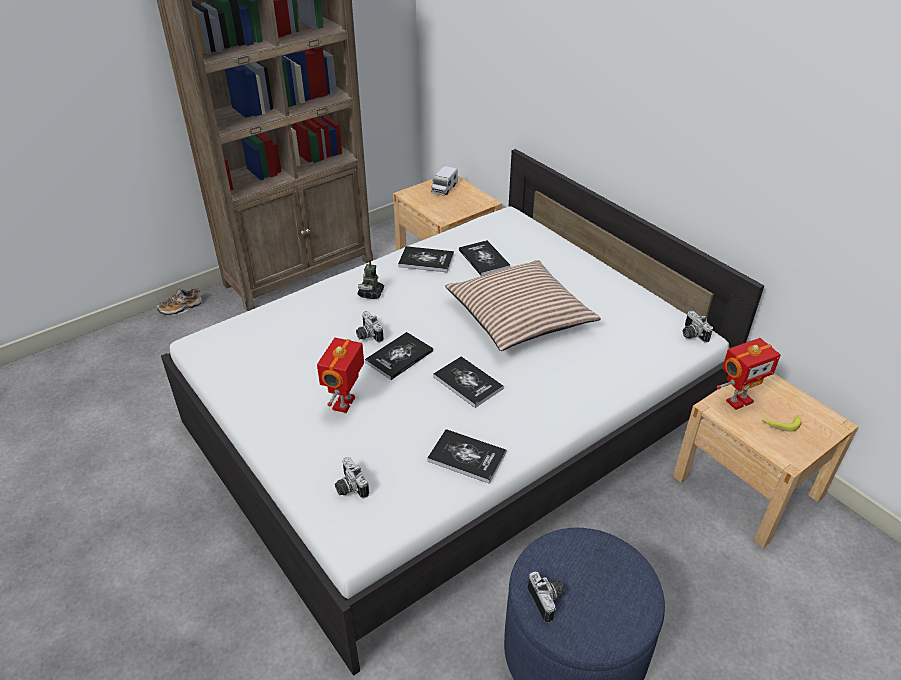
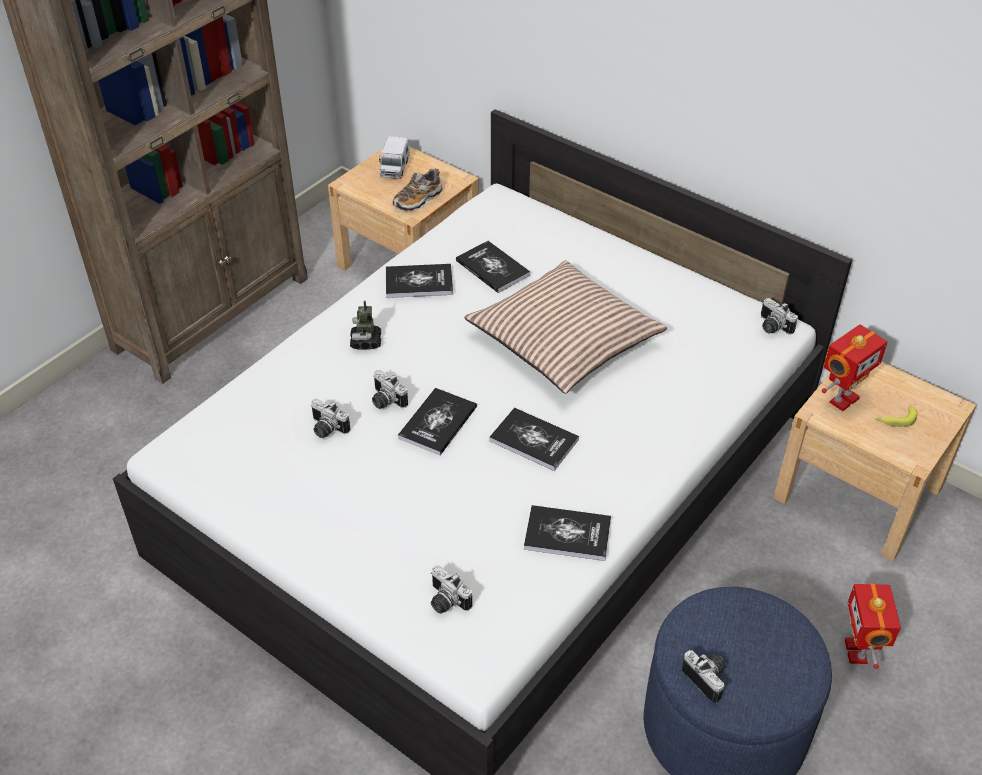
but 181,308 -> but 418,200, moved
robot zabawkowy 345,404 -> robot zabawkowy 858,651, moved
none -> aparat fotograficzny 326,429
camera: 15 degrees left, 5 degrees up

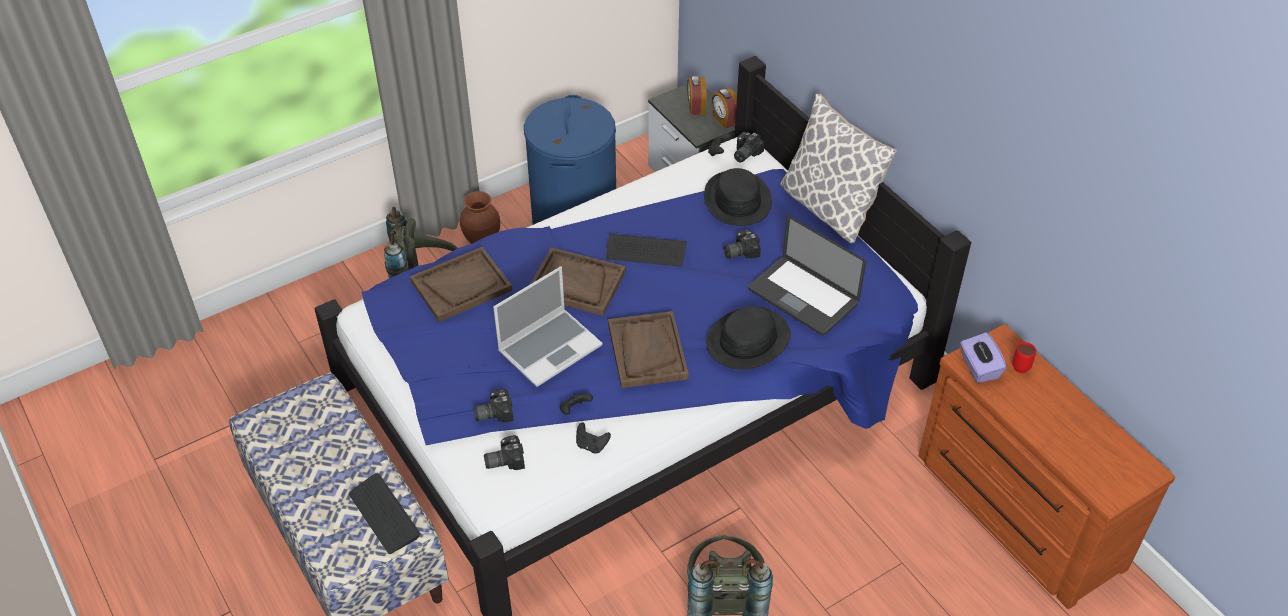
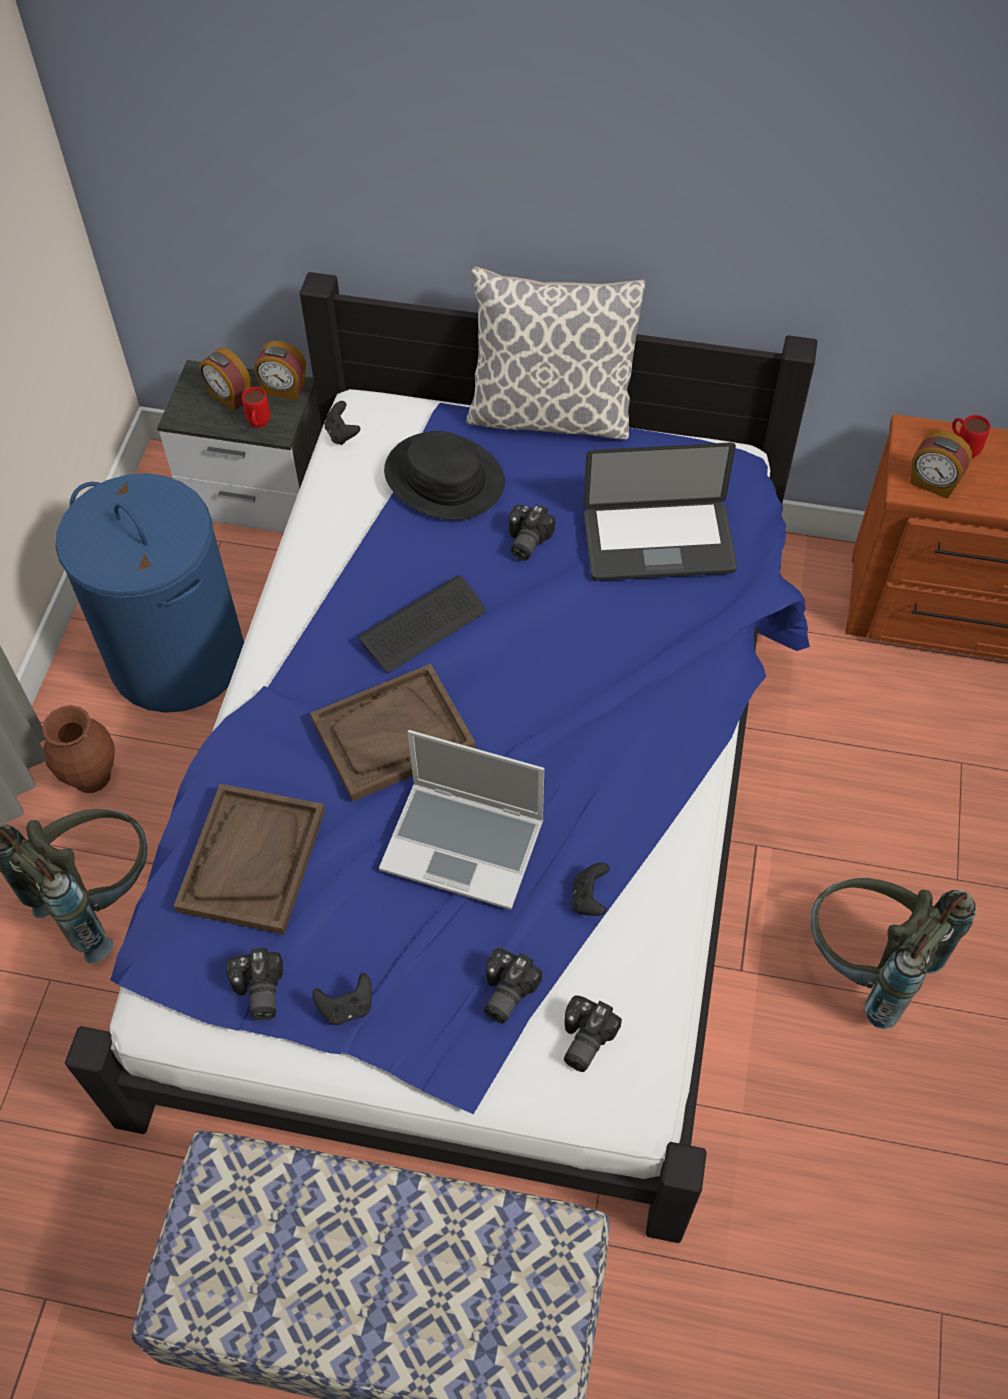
klawiatura 384,515 -> none
laptop 550,347 -> laptop 465,845, 105 degrees clockwise
pad do gier/czarny 591,445 -> pad do gier/czarny 347,1007, moved
taca/brązowy 647,351 -> none
kapelusz/czarny 748,340 -> none
aparat fotograficzny 744,154 -> aparat fotograficzny 257,992, moved
pudełko chusteczek/fioletowy 979,368 -> budzik 933,483
none -> kubek/czerwony 258,425
camera: 45 degrees left, 10 degrees up

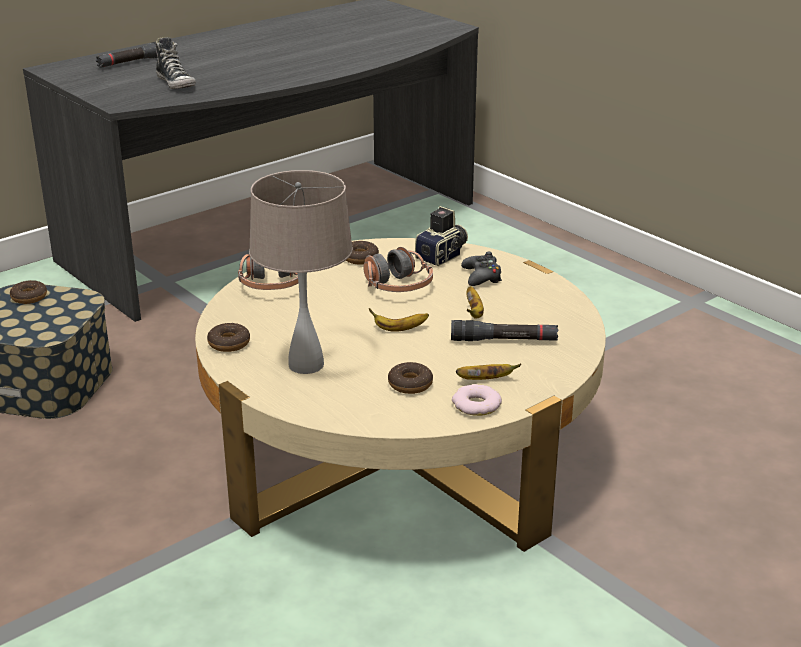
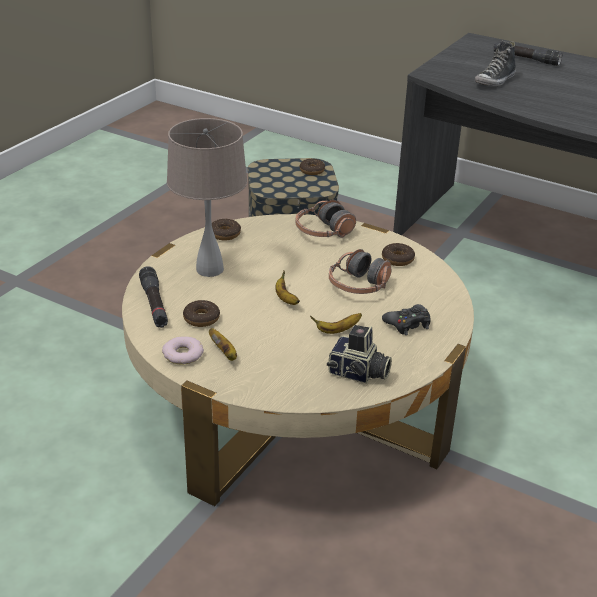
aparat fotograficzny 443,256 -> aparat fotograficzny 358,373, moved
latarka/czarny 503,340 -> latarka/czarny 154,304, moved
camera: 70 degrees right, 5 degrees up

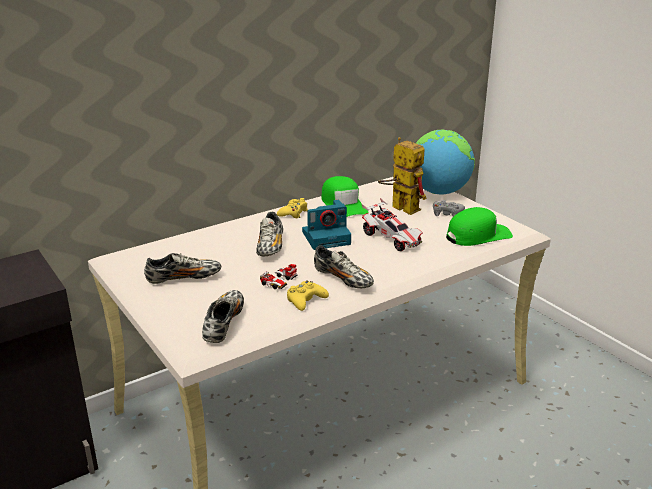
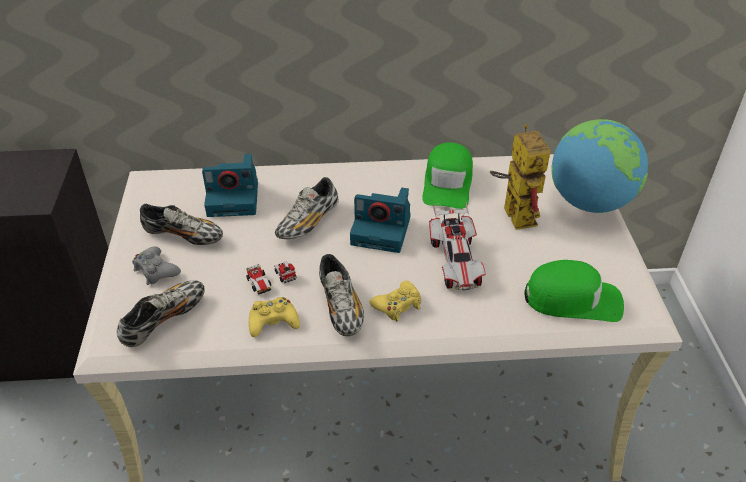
pad do gier/żółty 293,213 -> pad do gier/żółty 397,305, moved
pad do gier/szary 447,213 -> pad do gier/szary 156,270, moved
none -> aparat fotograficzny 234,198
camera: 30 degrees right, 15 degrees up

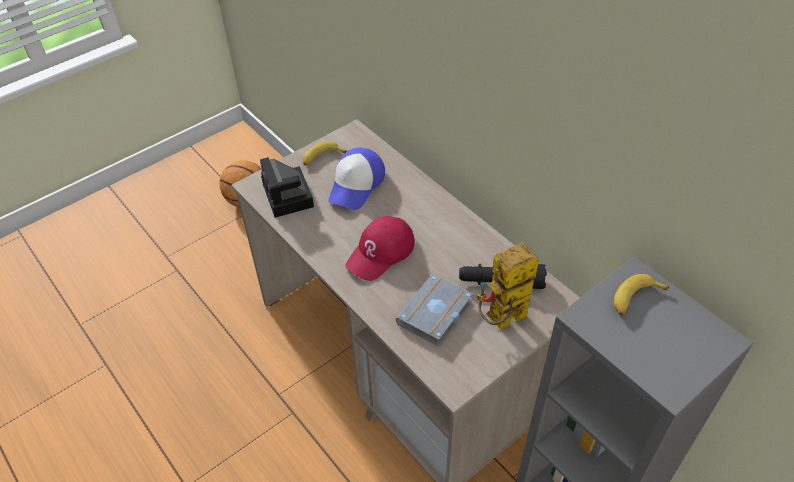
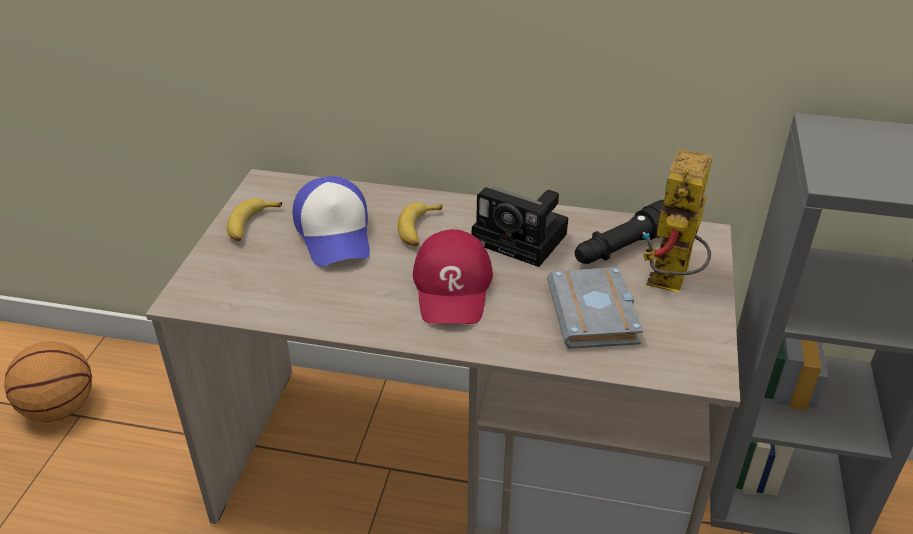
aparat fotograficzny 289,197 -> aparat fotograficzny 523,239, moved
banan 635,299 -> banan 419,230, moved
camera: 40 degrees left, 10 degrees down

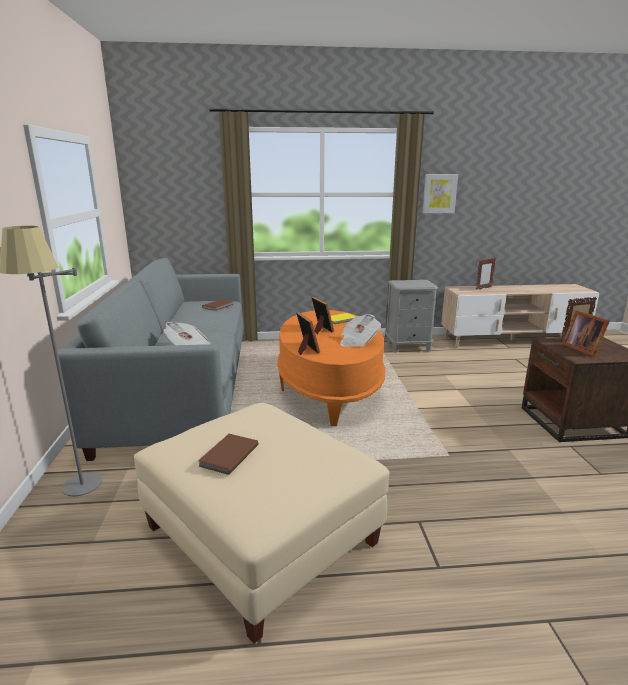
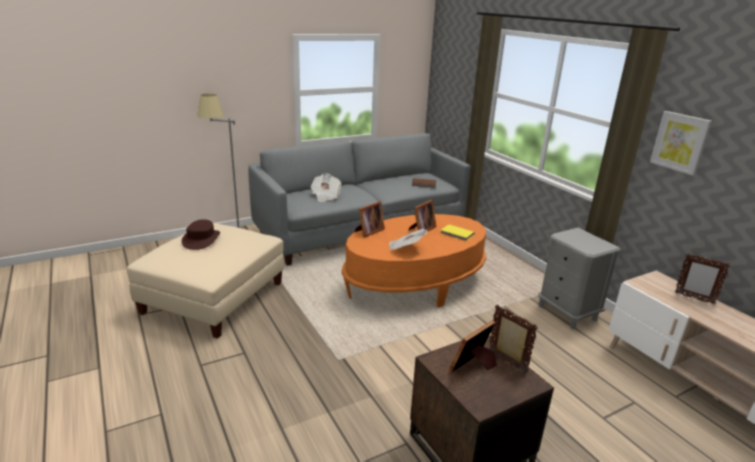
książka/brązowy 227,455 -> kapelusz/brązowy 201,239
camera: 65 degrees right, 5 degrees up

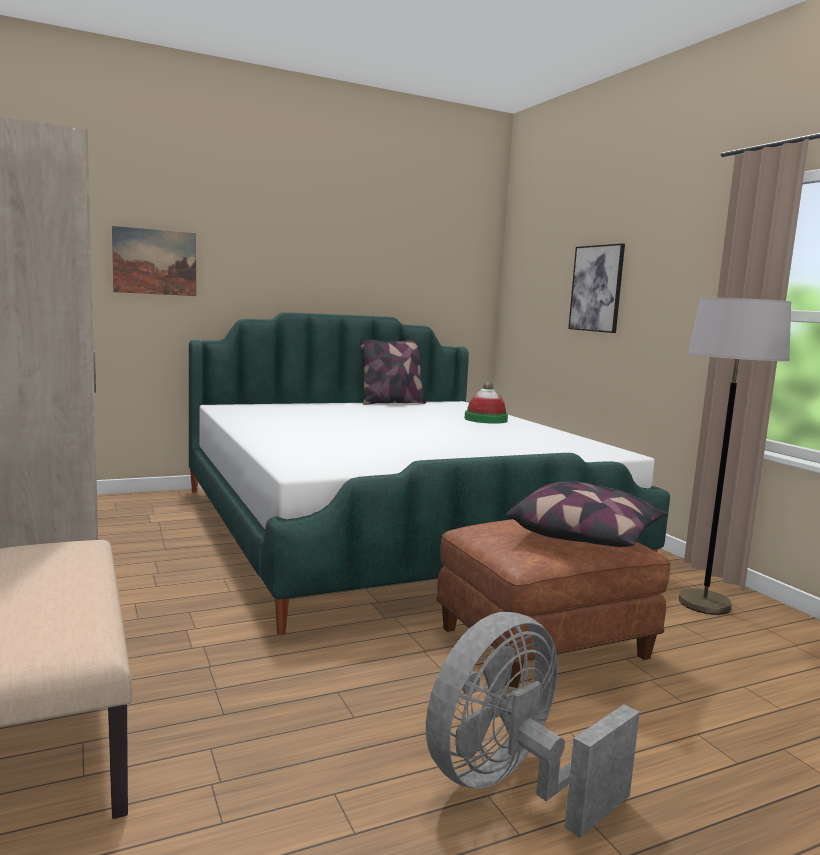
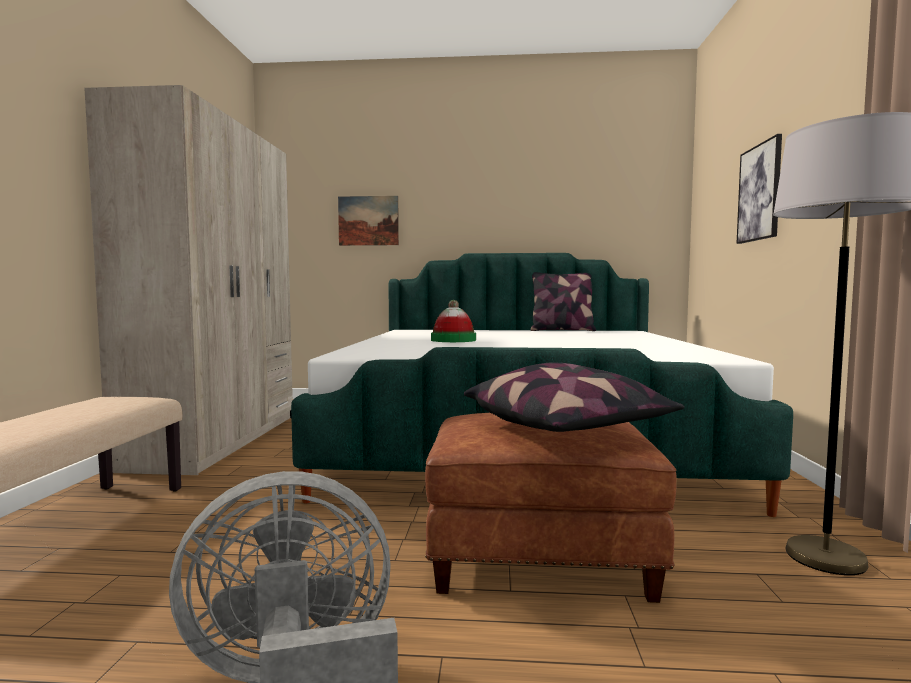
kapelusz 485,419 -> kapelusz 453,340, moved
camera: 30 degrees right, 5 degrees down

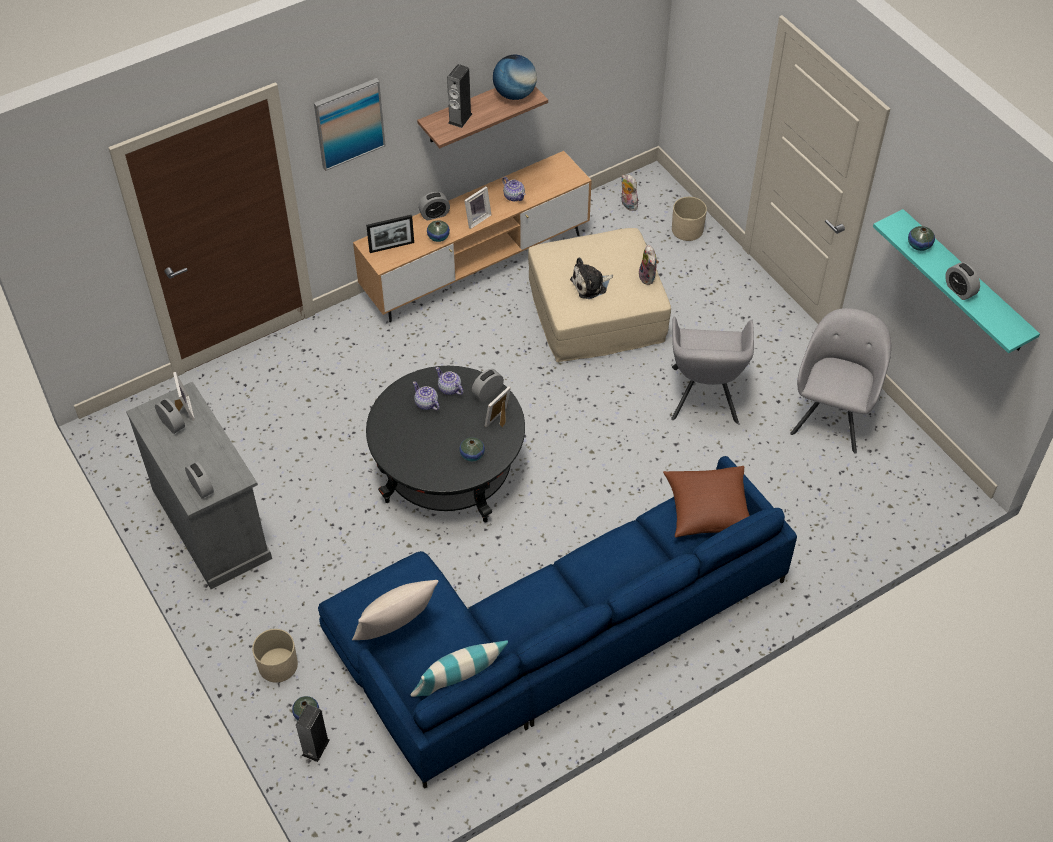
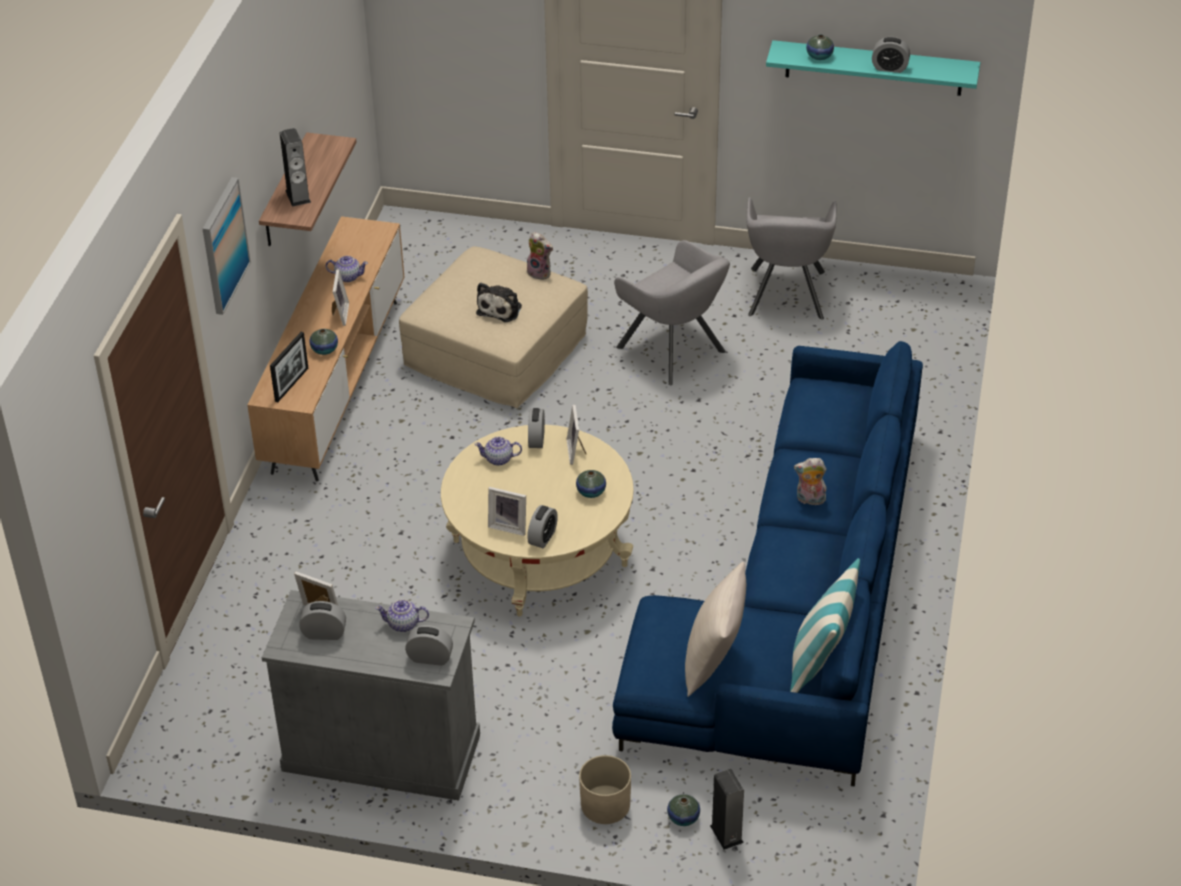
ława/czarny 448,470 -> ława/beżowy 539,553
imbryk 426,404 -> imbryk 403,624, moved
budzik 434,214 -> budzik 542,538, moved
globus 514,94 -> none
pluszak 627,204 -> pluszak 810,500, moved
poduszka/brązowy 708,509 -> none
donica/beżowy 687,230 -> none
fotel/szary 832,414 -> fotel/szary 786,296, 150 degrees counterclockwise
none -> ramka na zdjęcie 509,526
camera: 45 degrees left, 10 degrees down

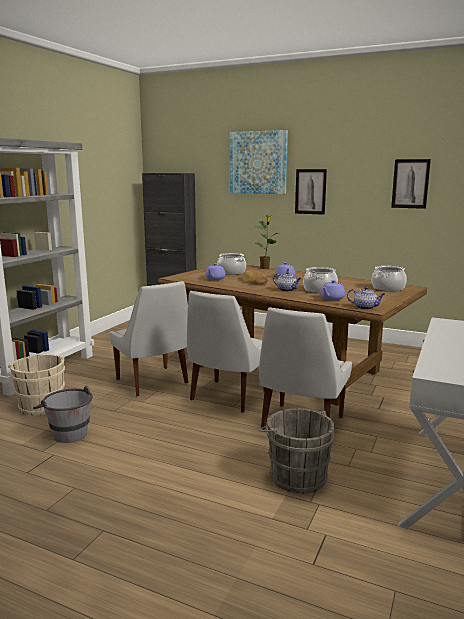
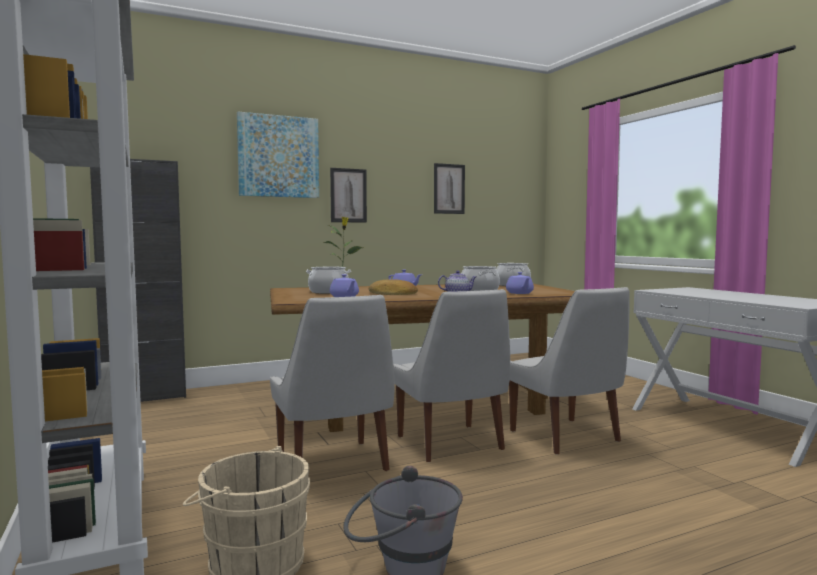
krzesło/biały 153,382 -> krzesło/biały 333,465, 60 degrees clockwise
wiadro/szary 296,475 -> none
imbryk 365,308 -> none
camera: 50 degrees left, 10 degrees down

